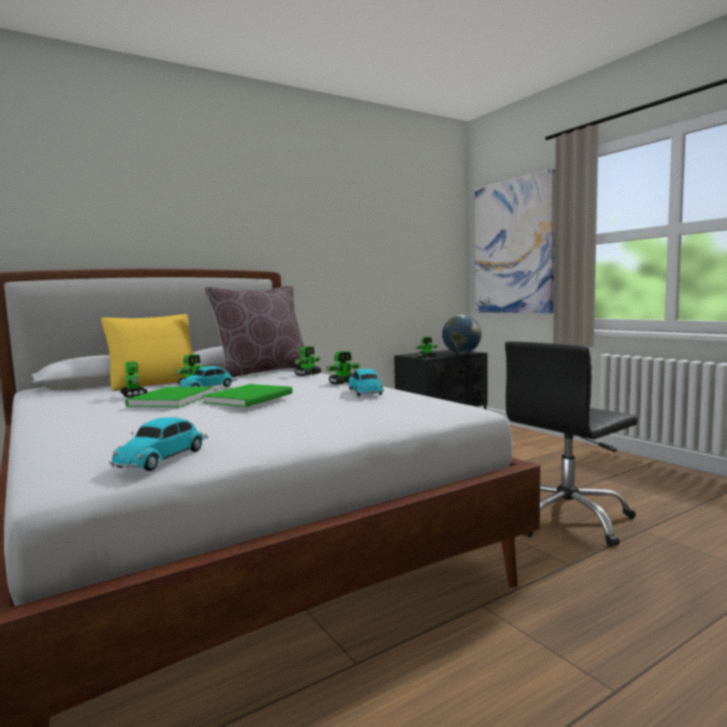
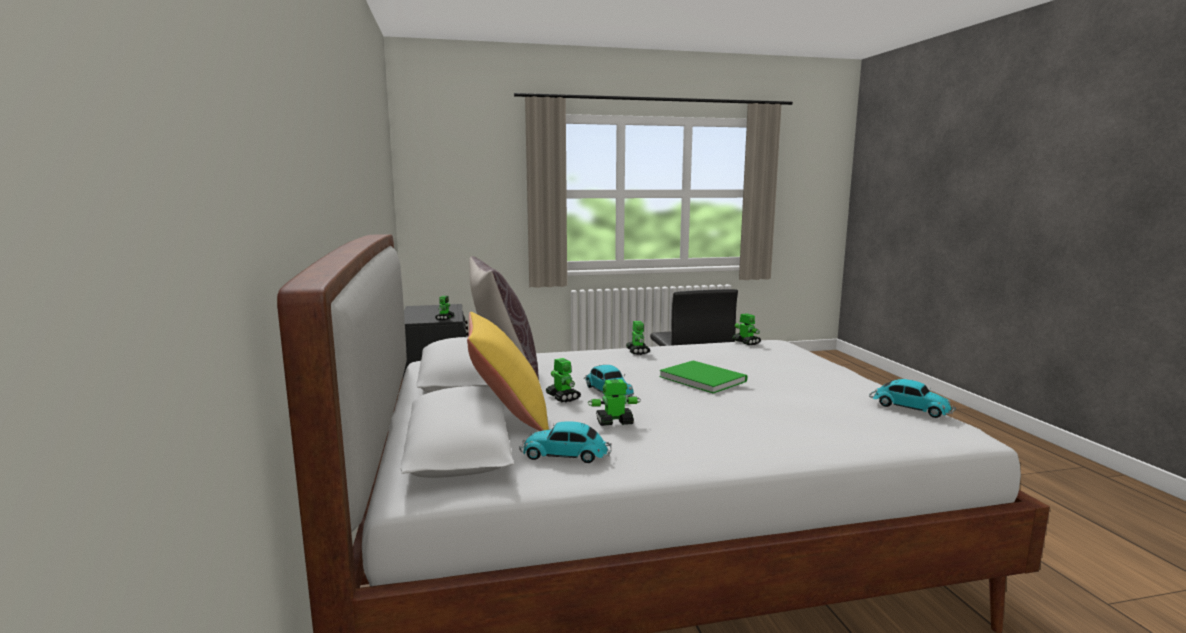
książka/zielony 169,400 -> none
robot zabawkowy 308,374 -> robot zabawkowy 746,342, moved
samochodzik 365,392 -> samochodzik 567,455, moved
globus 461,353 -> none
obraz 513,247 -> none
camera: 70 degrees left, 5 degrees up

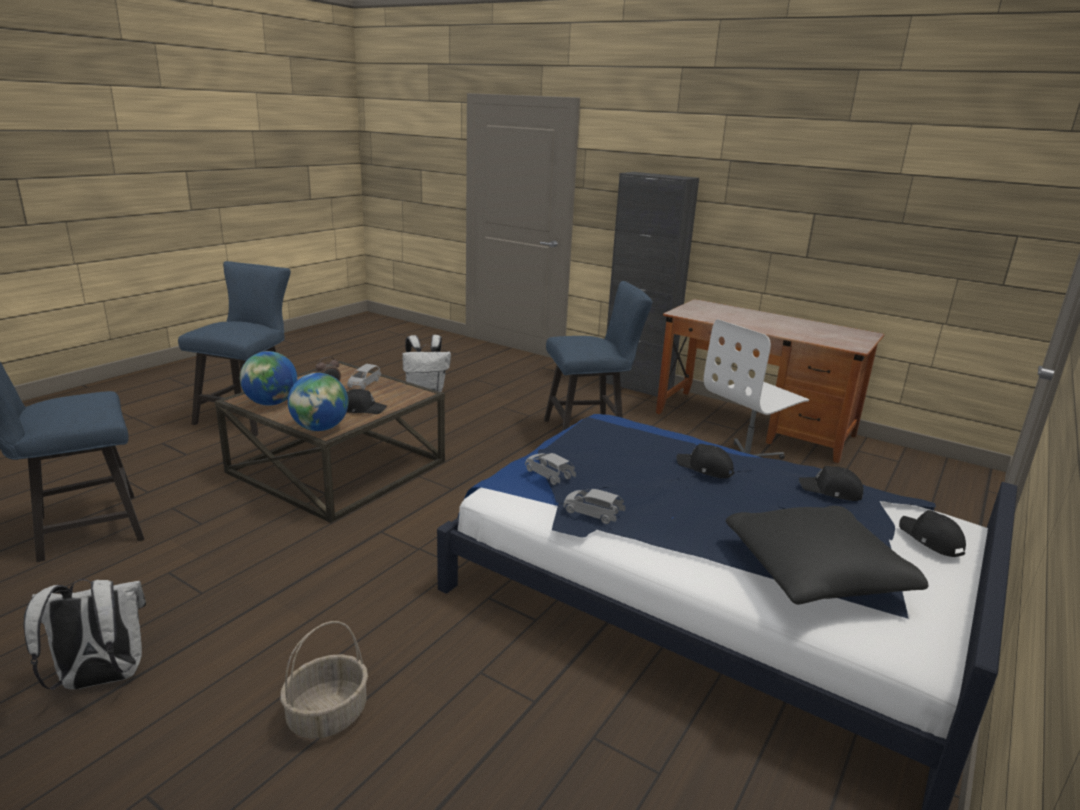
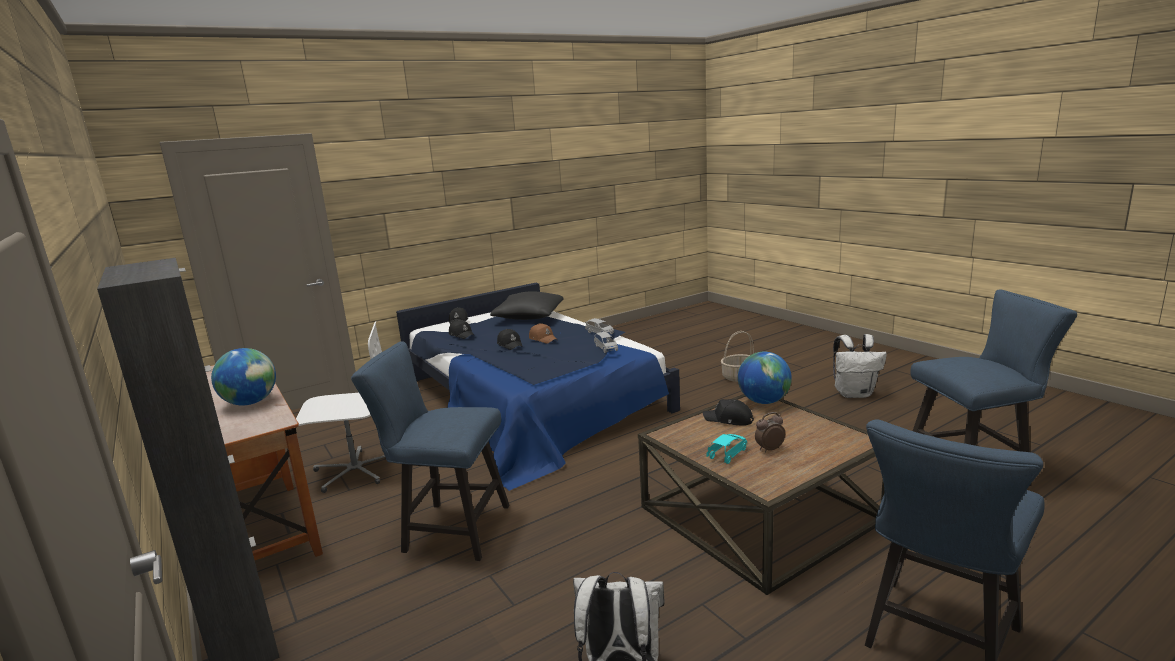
globus 271,403 -> globus 250,403, moved
samochodzik/szary 364,384 -> samochodzik/turkusowy 727,454
none -> czapka z daszkiem/brązowy 543,339
camera: 155 degrees left, 5 degrees down

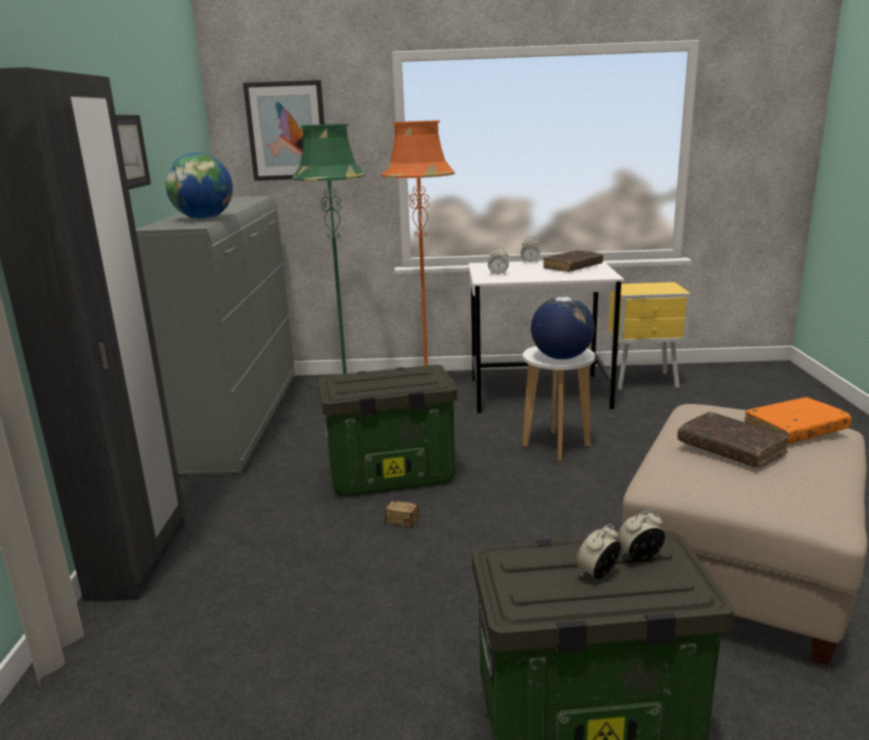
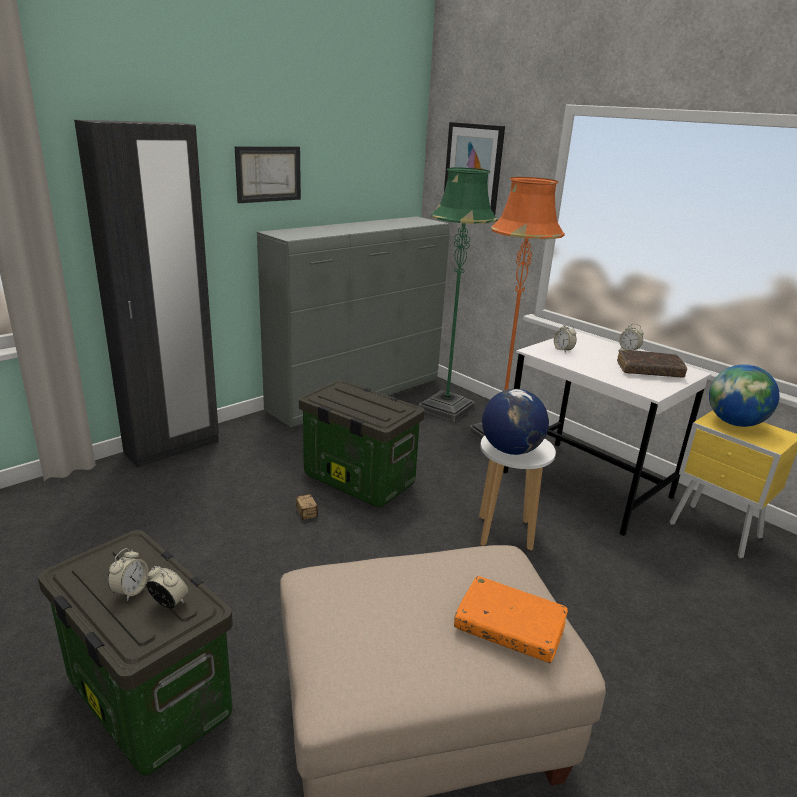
globus 204,219 -> globus 734,423, moved
budzik 597,573 -> budzik 130,591, 105 degrees clockwise
książka/brązowy 730,449 -> none
camera: 45 degrees right, 5 degrees up

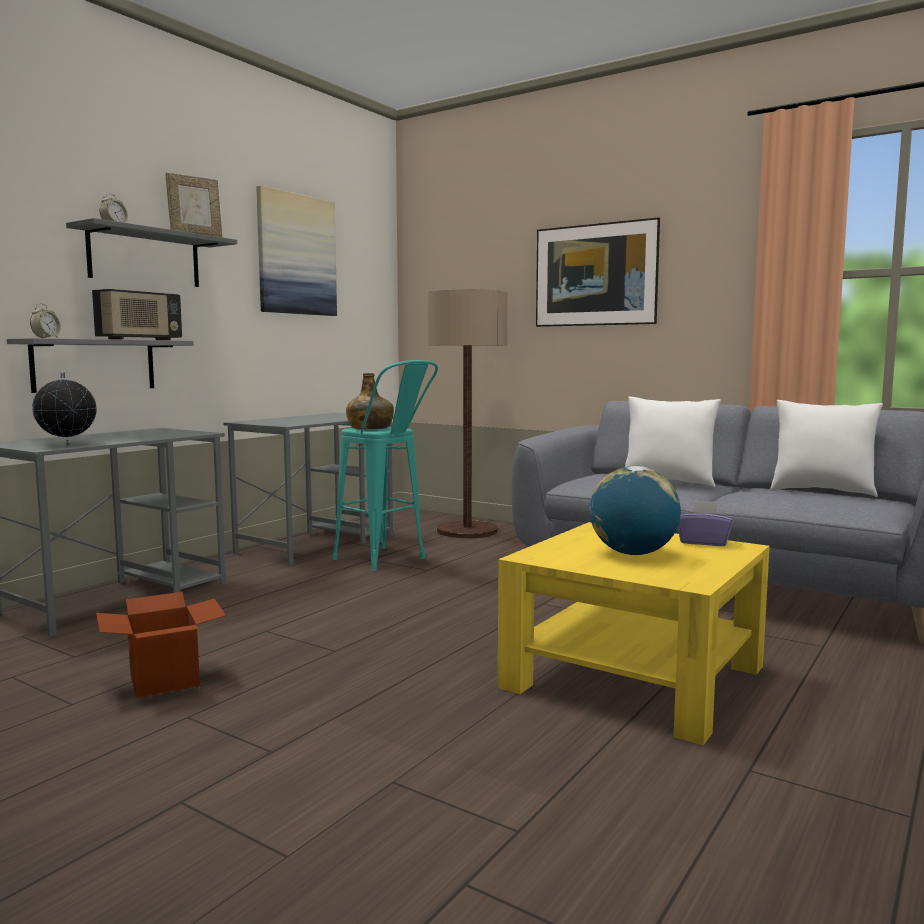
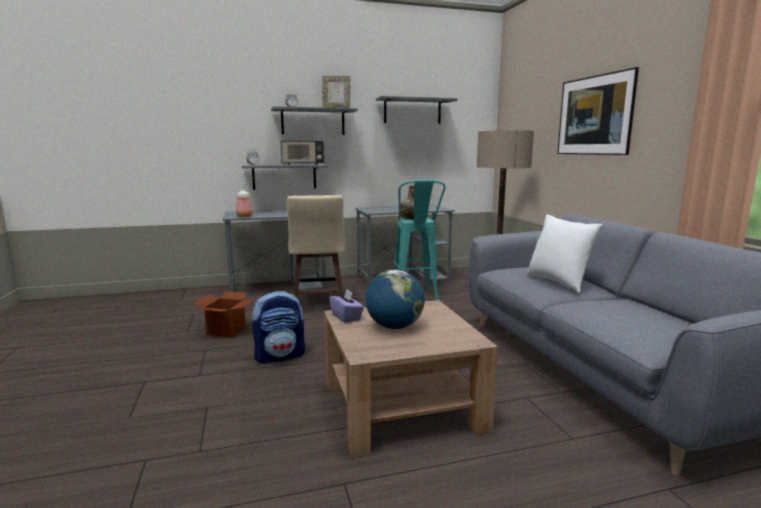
globus 67,445 -> butelka 245,216
obraz 296,254 -> półka/szary 412,111
ława/żółty 634,677 -> ława/brązowy 401,405
pudełko chusteczek/fioletowy 703,542 -> pudełko chusteczek/fioletowy 346,317, moved
poduszka/biały 822,492 -> none
none -> plecak 280,356
none -> stołek/beżowy 318,305
camera: 40 degrees right, 5 degrees up

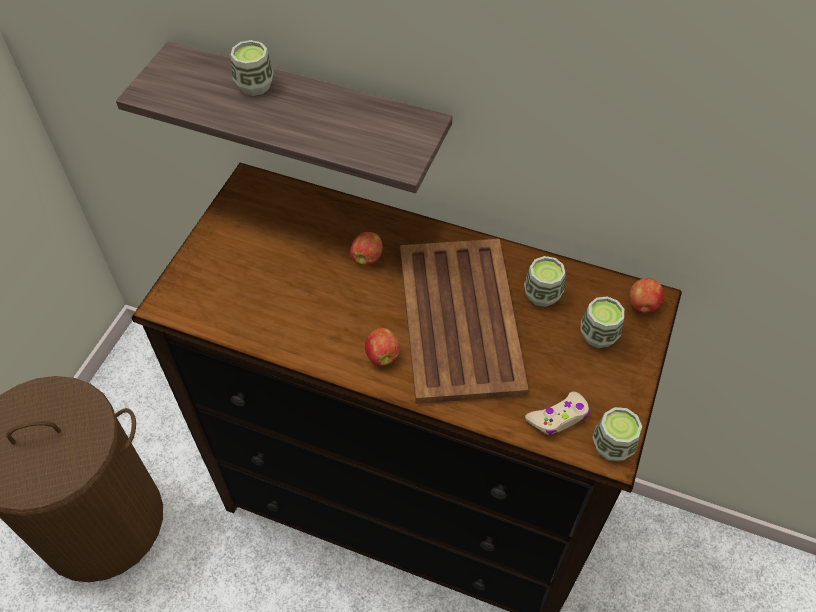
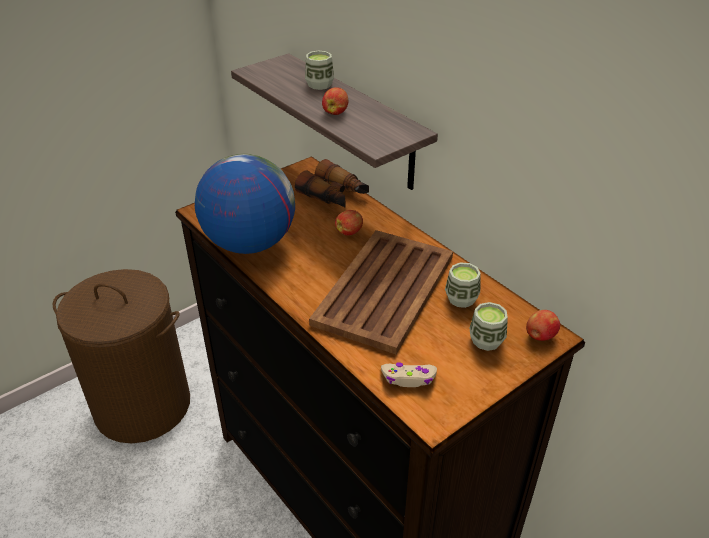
jabłko 382,355 -> jabłko 335,112, moved
filiżanka 612,445 -> none
none -> globus 249,243
none -> lornetka 334,196
camera: 30 degrees right, 15 degrees down

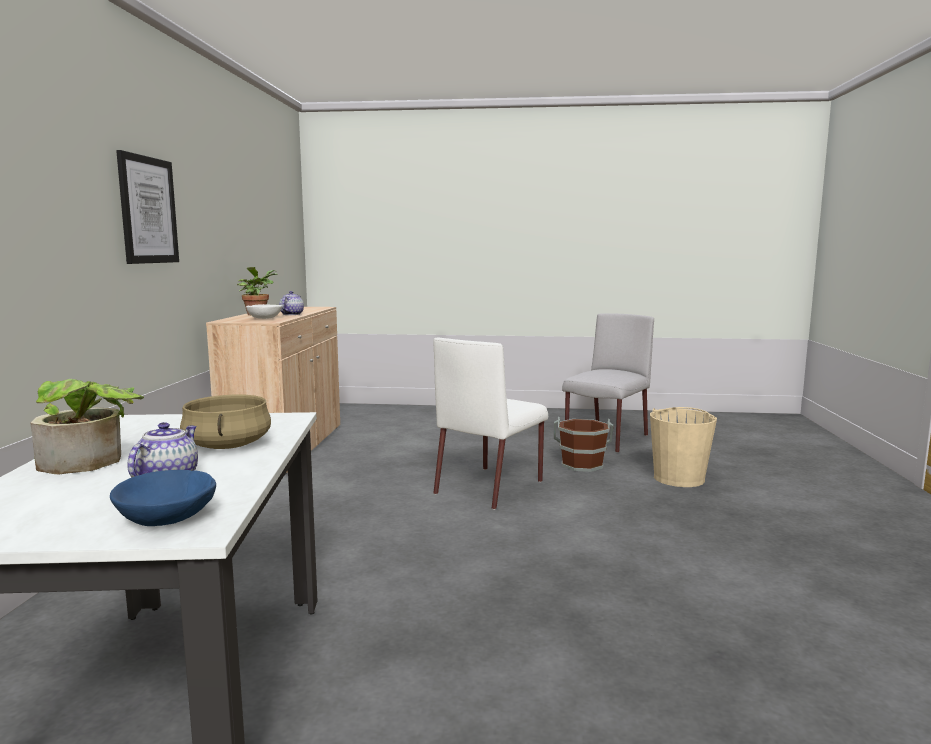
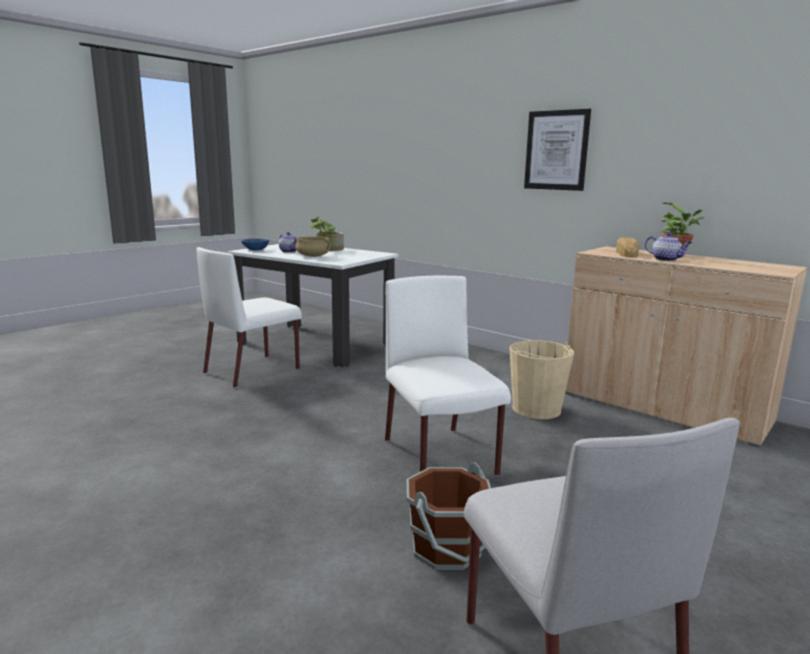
miska/biały 264,318 -> chleb 626,253
wiadro/beżowy 679,478 -> wiadro/beżowy 536,409, moved
none -> krzesło/biały 253,370
camera: 125 degrees right, 5 degrees up

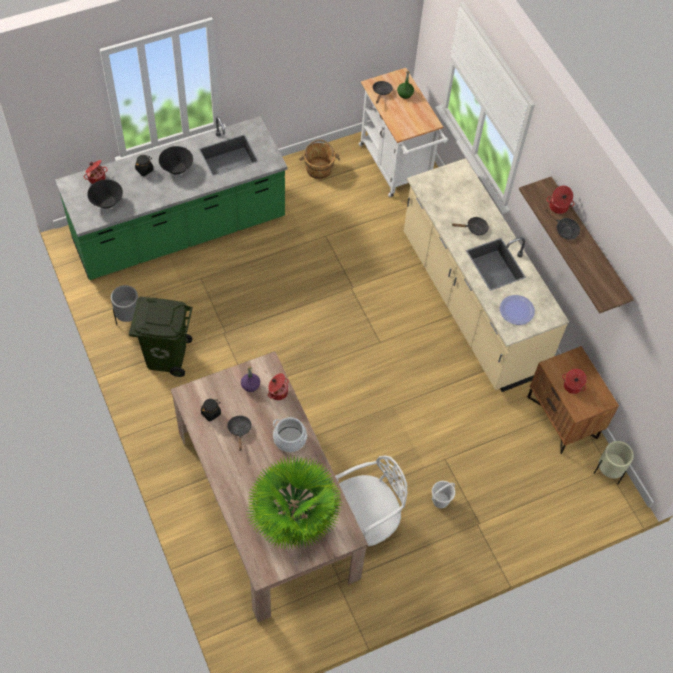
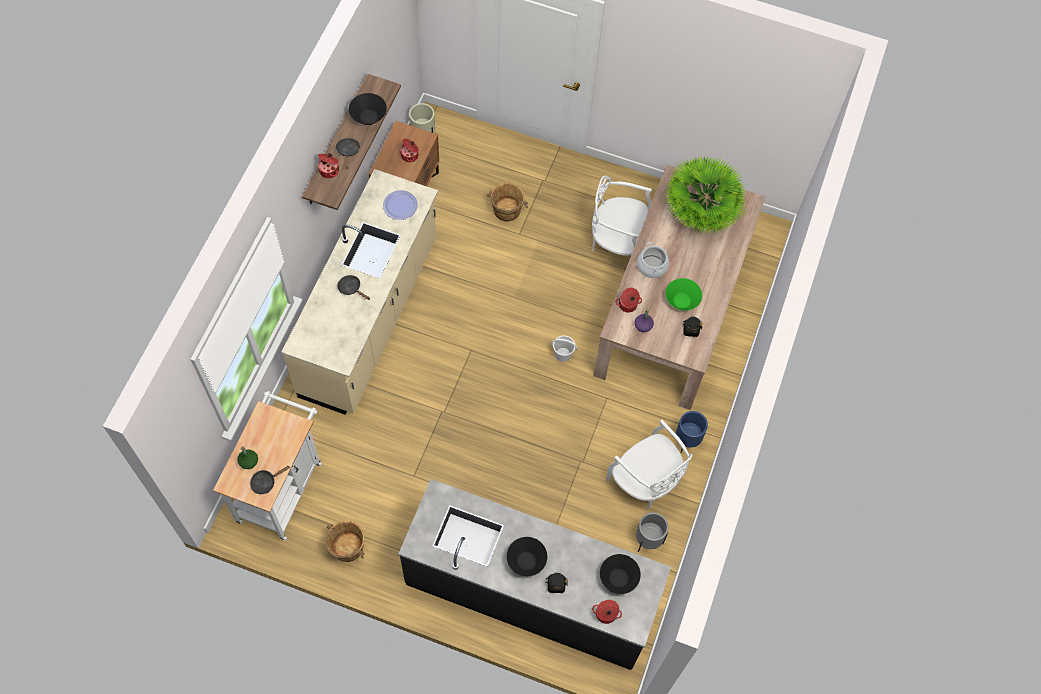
zabudowa kuchenna/zielony 179,231 -> zabudowa kuchenna/czarny 530,591
kosz na śmieci/zielony 166,356 -> krzesło/biały 645,481
patelnia/czarny 239,430 -> miska/zielony 681,301
wiadro/biały 440,500 -> wiadro/biały 563,354, moved
none -> miska/czarny 368,117
none -> wiadro/brązowy 506,210
none -> donica/niebieski 687,441
camera: 135 degrees left, 5 degrees up

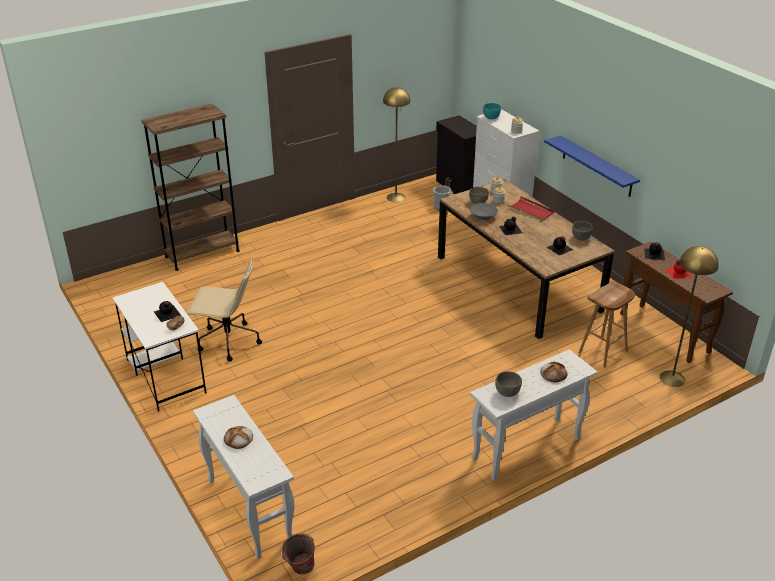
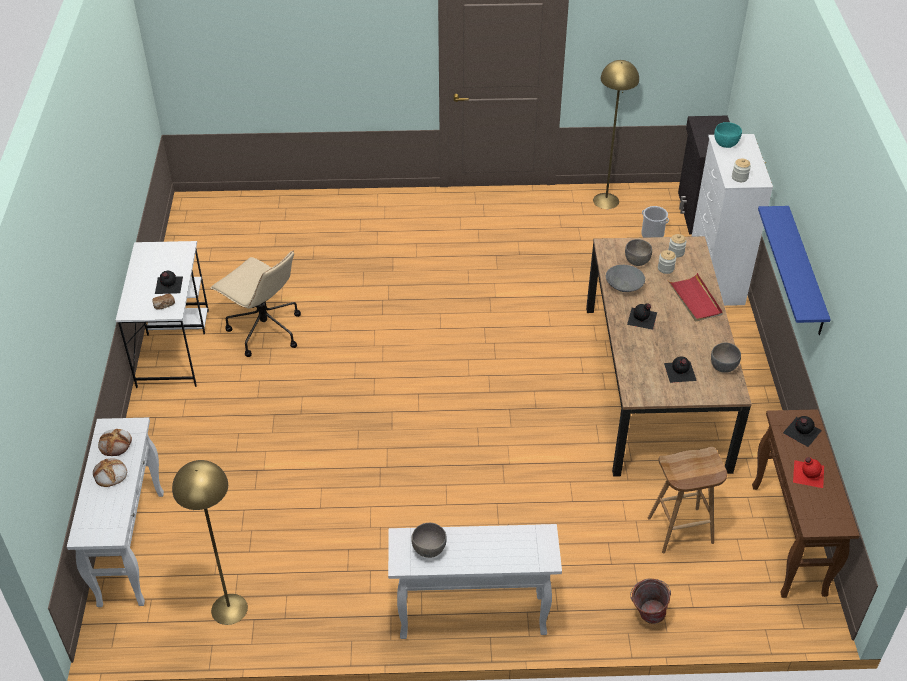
regał/brązowy 202,254 -> none
wiadro 299,569 -> wiadro 646,616, moved
chleb 553,373 -> chleb 115,444, moved
lampa stojąca/żółty 672,378 -> lampa stojąca/żółty 229,609, moved
camera: 30 degrees right, 10 degrees up

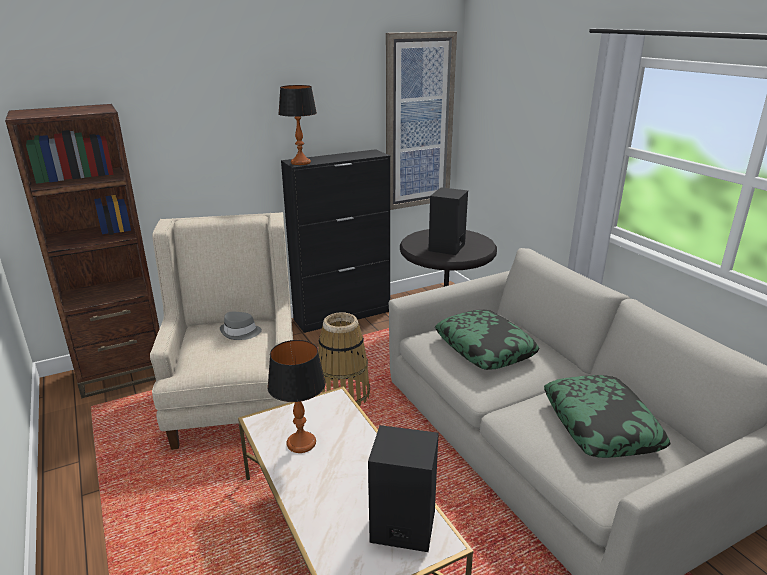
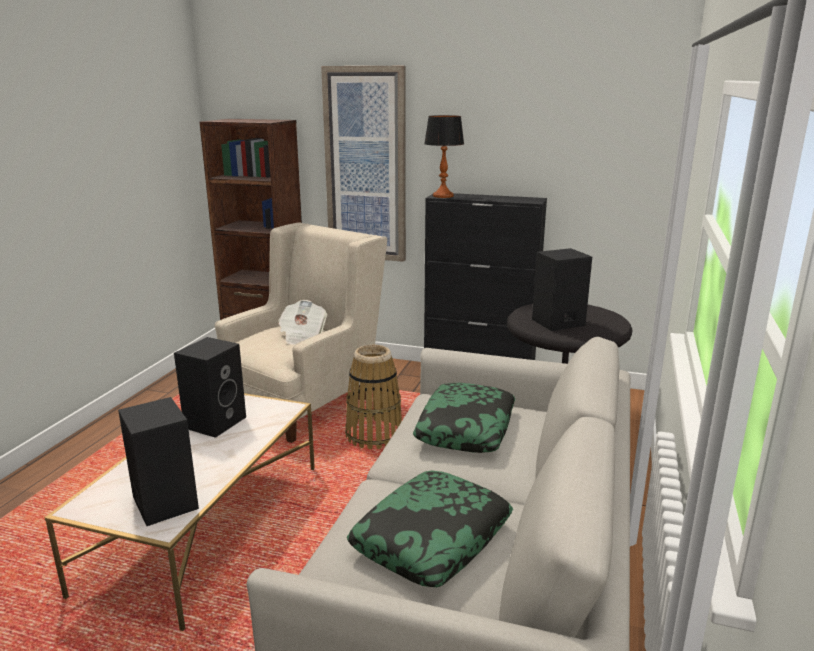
kapelusz/szary 240,332 -> gazeta 302,335
lampa stołowa 301,443 -> głośnik/czarny 215,421
obraz 418,123 -> obraz 366,166, moved
camera: 45 degrees right, 5 degrees down

